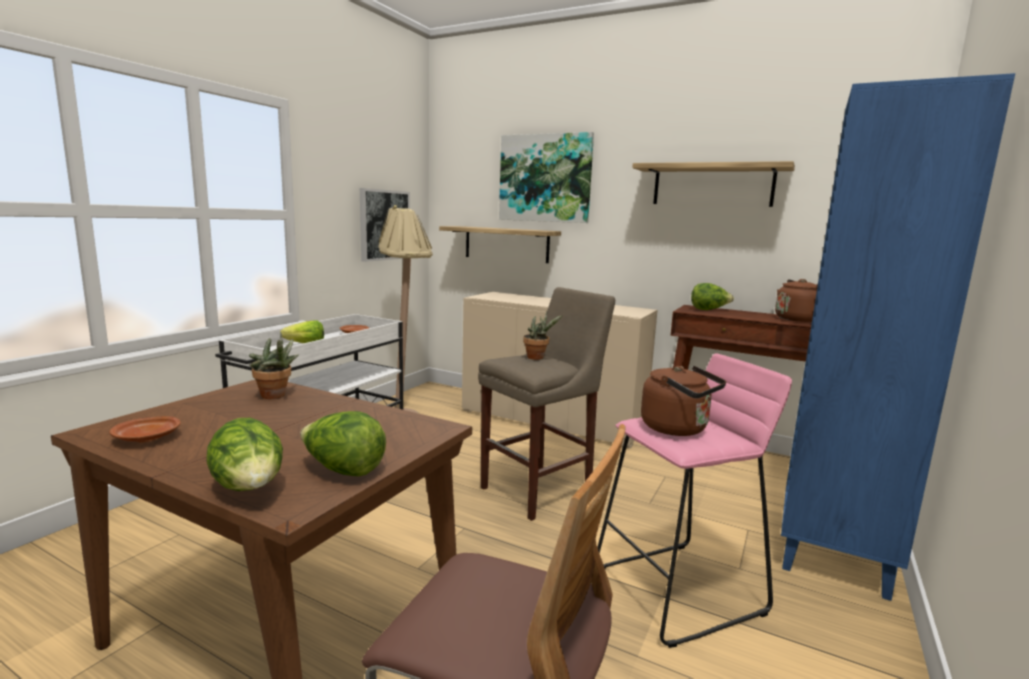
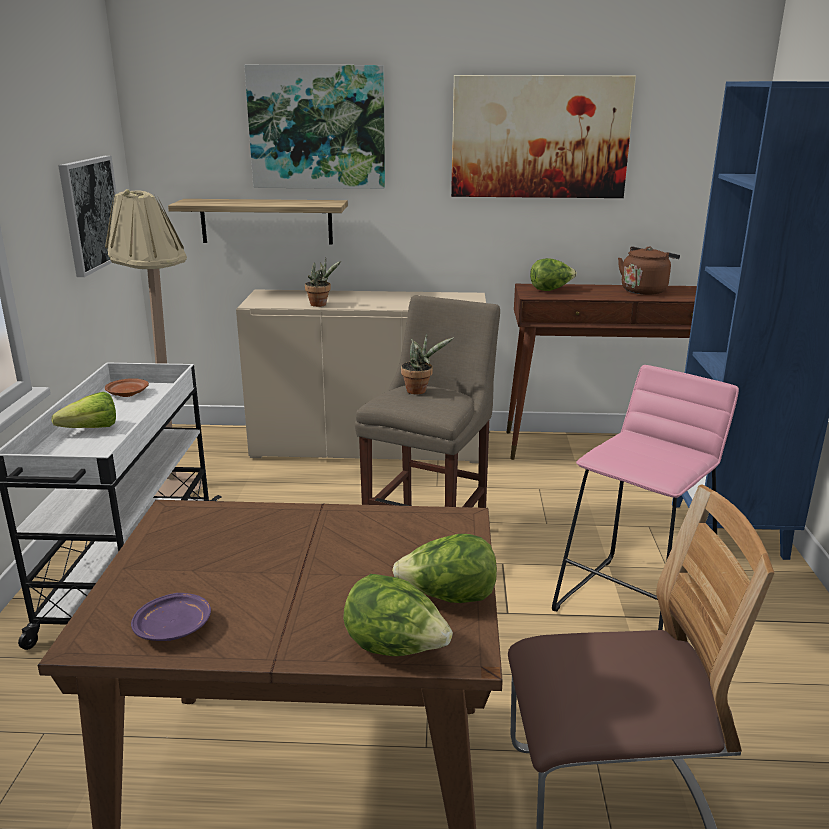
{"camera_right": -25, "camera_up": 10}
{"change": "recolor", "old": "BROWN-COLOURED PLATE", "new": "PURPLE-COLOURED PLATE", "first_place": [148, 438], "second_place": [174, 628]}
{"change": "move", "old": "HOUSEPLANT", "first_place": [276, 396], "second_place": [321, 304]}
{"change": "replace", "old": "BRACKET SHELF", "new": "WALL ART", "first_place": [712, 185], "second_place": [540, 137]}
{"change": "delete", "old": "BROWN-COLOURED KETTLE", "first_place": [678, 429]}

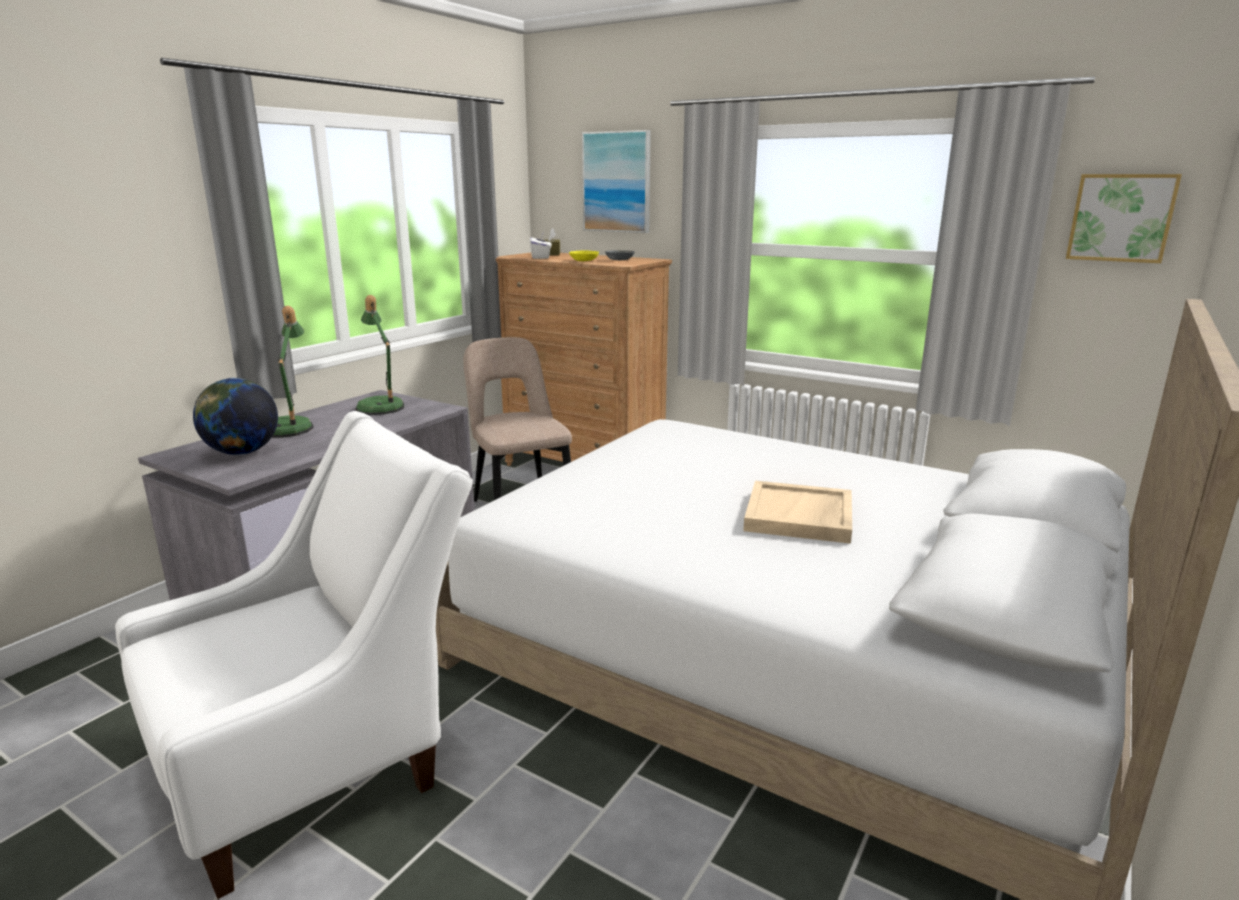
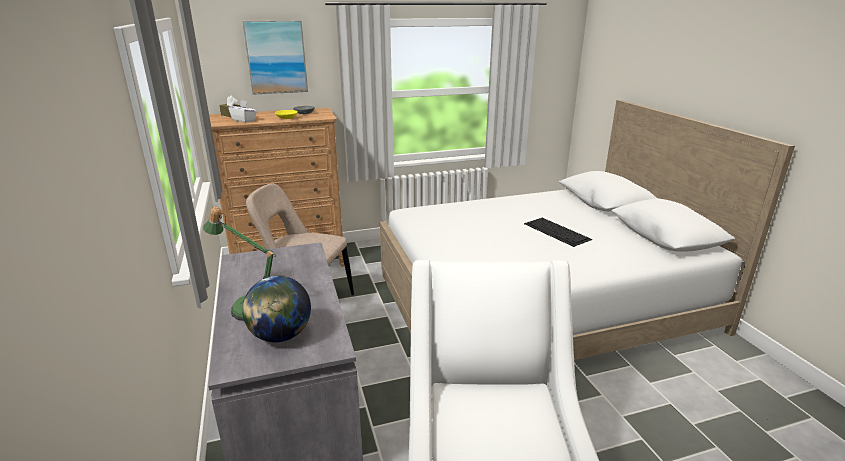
{"camera_right": -50, "camera_up": 5}
{"change": "replace", "old": "BEIGE CARRYING TRAY", "new": "PC KEYBOARD", "first_place": [800, 516], "second_place": [557, 231]}
{"change": "delete", "old": "TABLE LAMP", "first_place": [380, 405]}
{"change": "delete", "old": "WALL ART", "first_place": [1121, 218]}

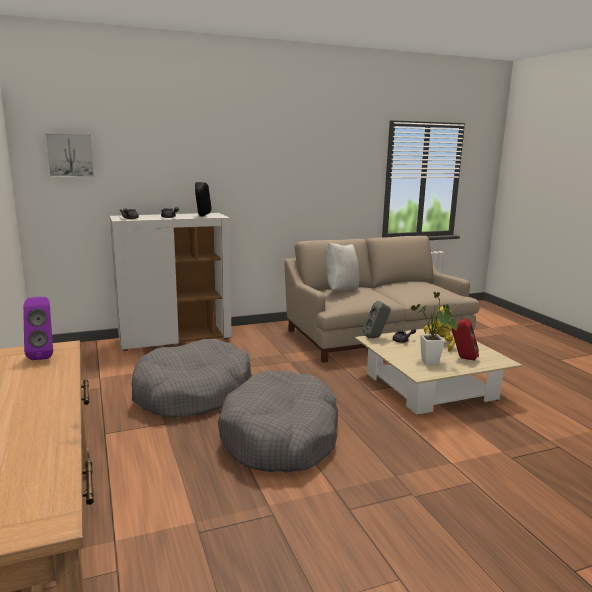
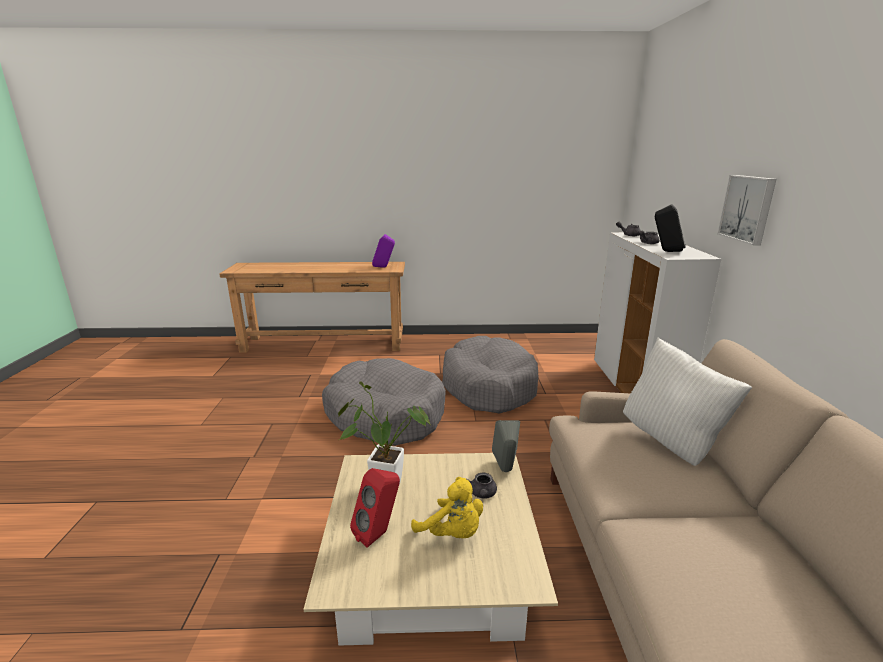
{"camera_right": 110, "camera_up": 5}
{"change": "move", "old": "WALL ART", "first_place": [70, 155], "second_place": [748, 208]}

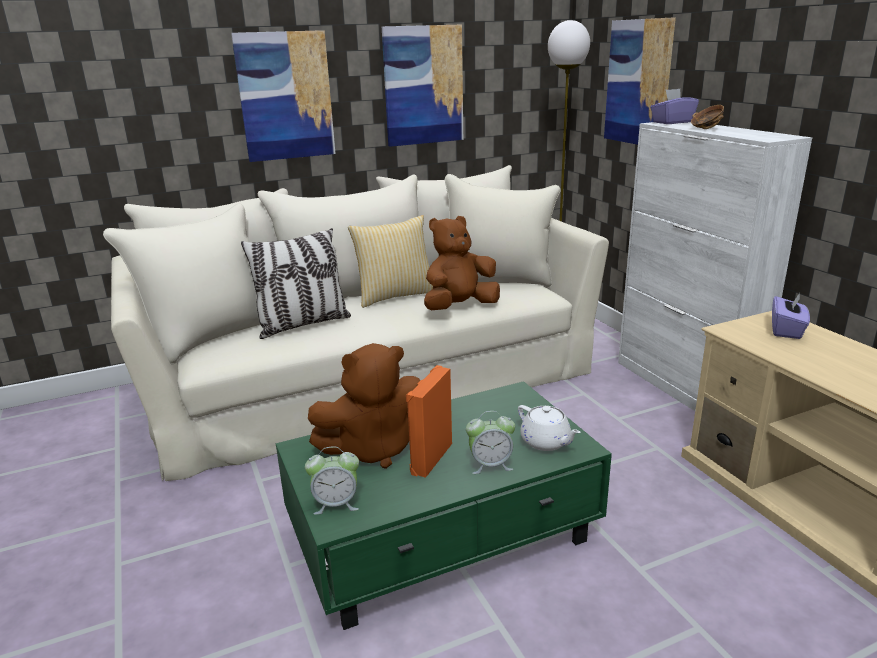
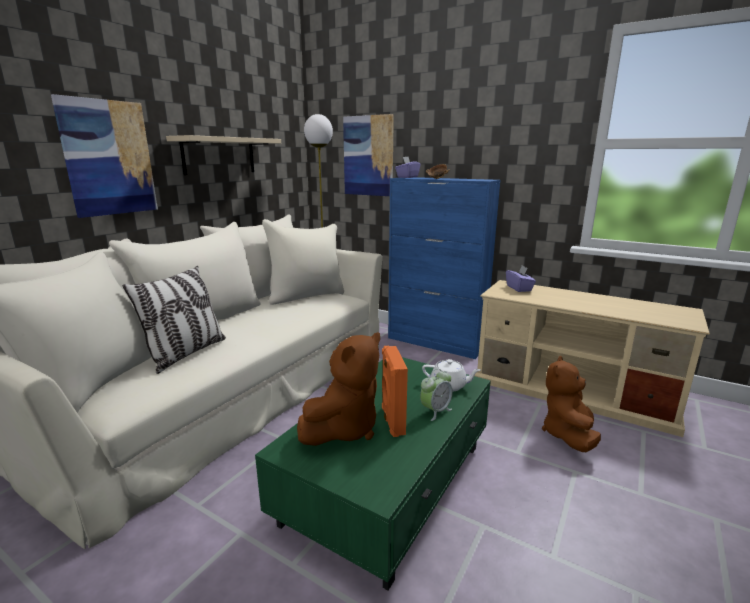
{"camera_right": -35, "camera_up": -5}
{"change": "replace", "old": "WALL ART", "new": "BEIGE BRACKET SHELF", "first_place": [423, 86], "second_place": [219, 155]}
{"change": "recolor", "old": "WHITISH CUPBOARD", "new": "BLUISH CUPBOARD", "first_place": [683, 387], "second_place": [436, 343]}
{"change": "move", "old": "BROWN-COLOURED SOFT TOY", "first_place": [459, 307], "second_place": [568, 435]}
{"change": "delete", "old": "ALARM CLOCK", "first_place": [336, 504]}
{"change": "delete", "old": "CUSHION", "first_place": [395, 296]}

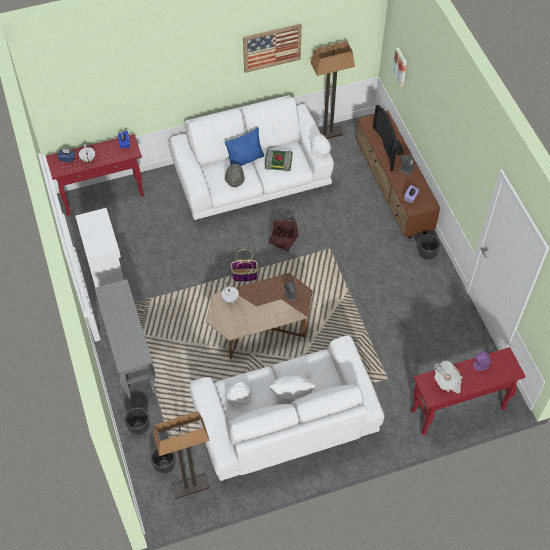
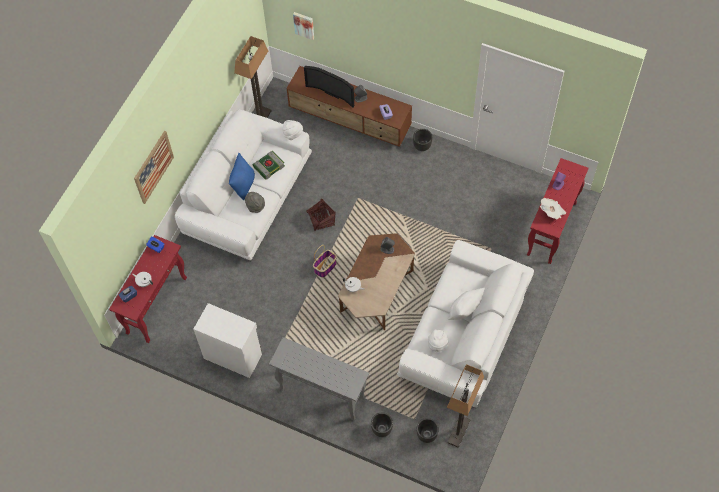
{"camera_right": -45, "camera_up": 5}
{"change": "move", "old": "WALL ART", "first_place": [272, 47], "second_place": [153, 167]}

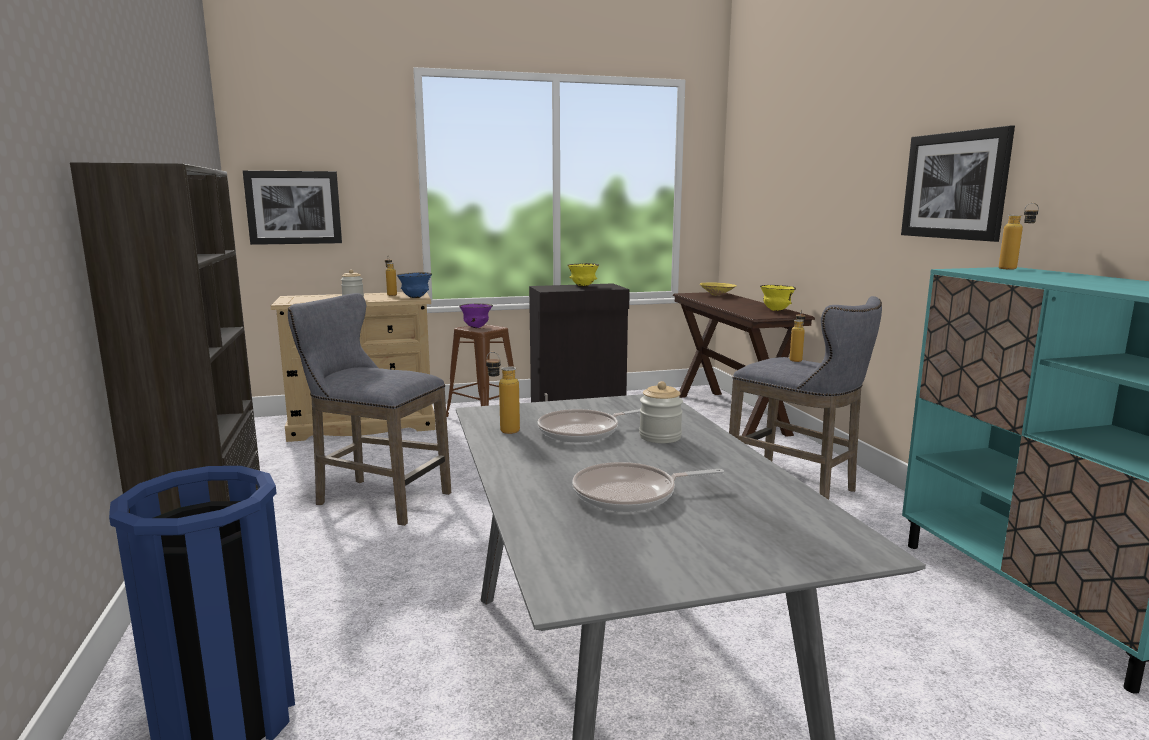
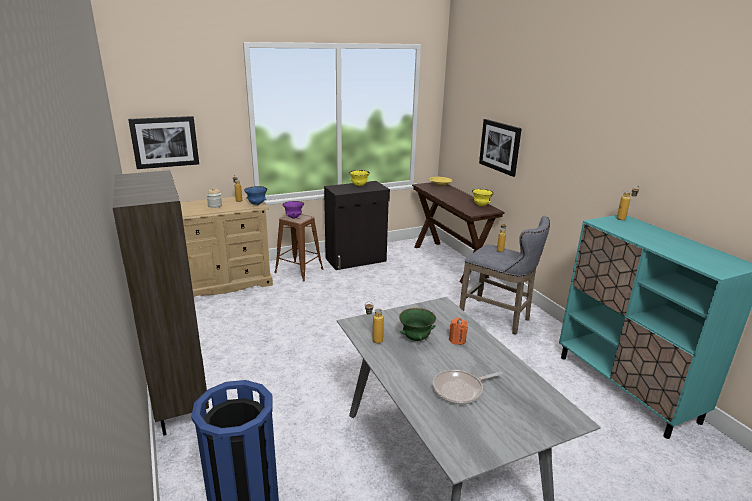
{"camera_right": -10, "camera_up": 10}
{"change": "replace", "old": "PAN", "new": "GREEN SERVING BOWL", "first_place": [583, 432], "second_place": [416, 338]}
{"change": "replace", "old": "PRESERVE JAR", "new": "ORANGEY CANDLE", "first_place": [660, 437], "second_place": [457, 340]}
{"change": "move", "old": "WALL ART", "first_place": [955, 185], "second_place": [500, 146]}
{"change": "delete", "old": "GREY SITTING STOOL", "first_place": [376, 499]}

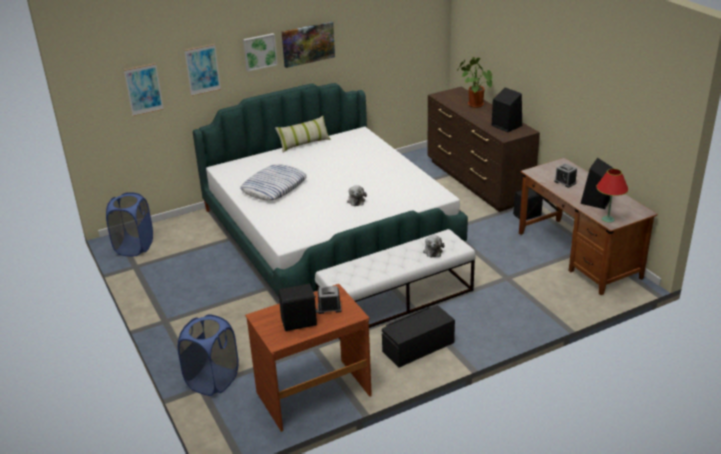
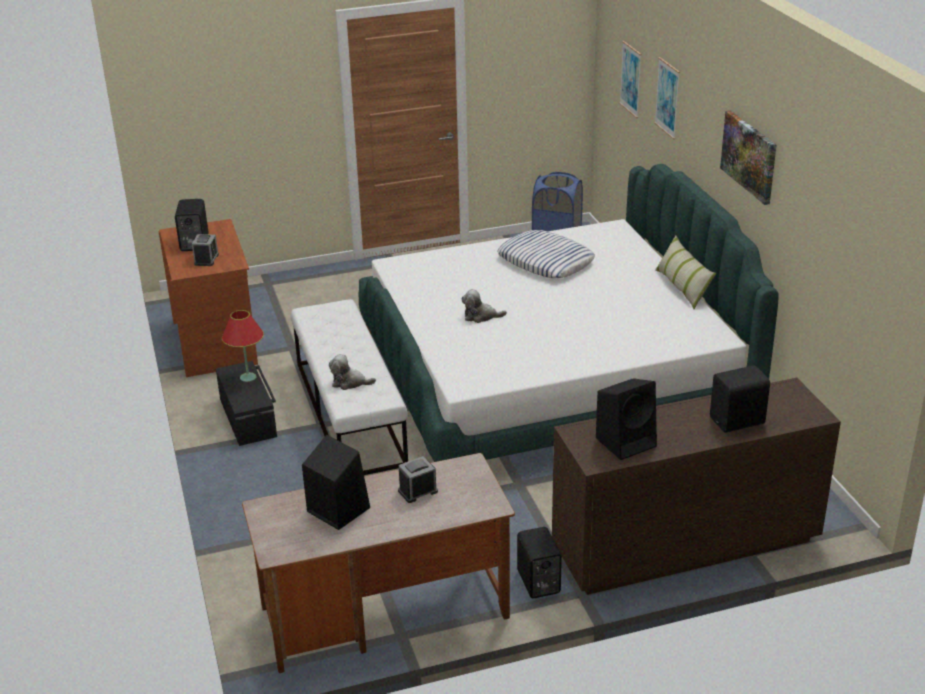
{"camera_right": 100, "camera_up": 0}
{"change": "move", "old": "RED TABLE LAMP", "first_place": [608, 219], "second_place": [248, 377]}
{"change": "replace", "old": "HOUSEPLANT", "new": "BLACKISH LOUDSPEAKER", "first_place": [474, 104], "second_place": [738, 421]}
{"change": "delete", "old": "BLUISH WASHING BASKET", "first_place": [213, 380]}
{"change": "delete", "old": "WALL ART", "first_place": [259, 51]}

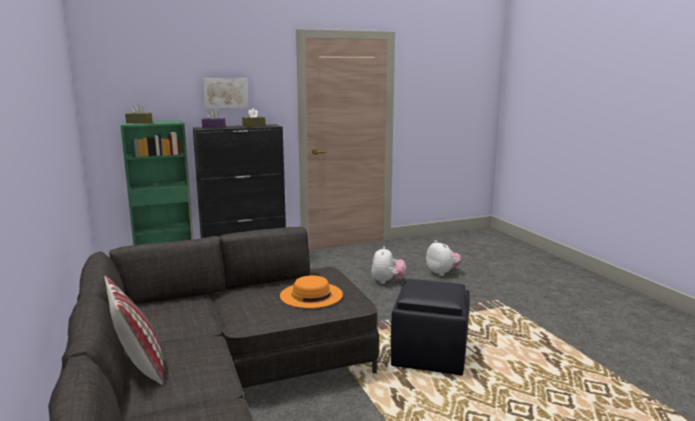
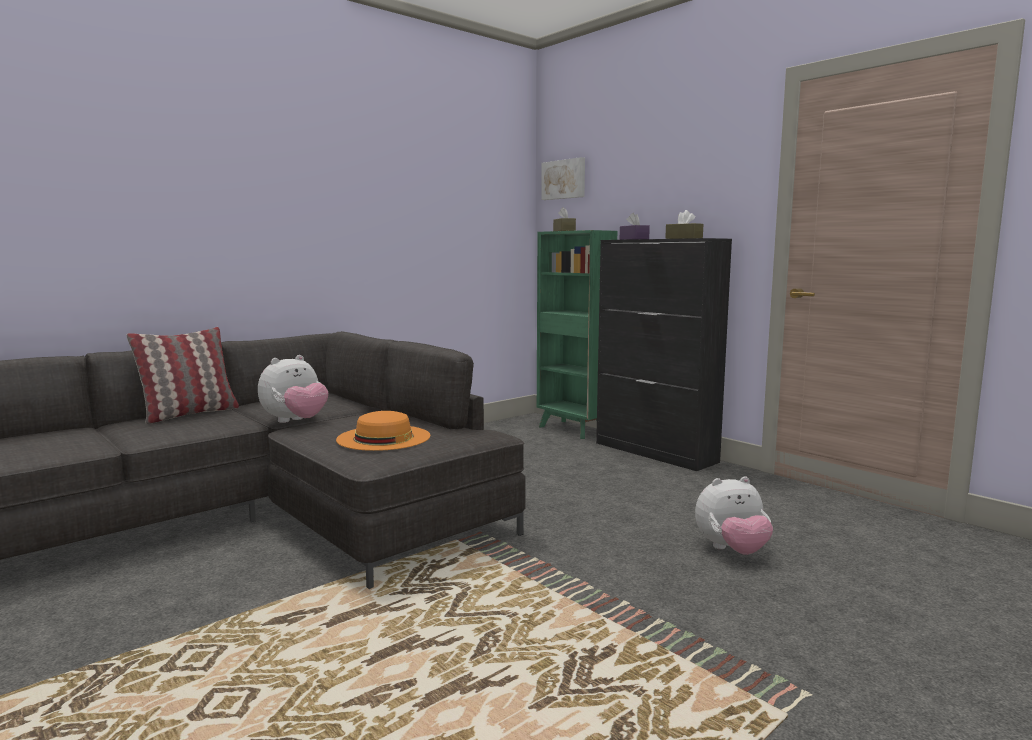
{"camera_right": 70, "camera_up": -5}
{"change": "move", "old": "SOFT TOY", "first_place": [442, 273], "second_place": [295, 421]}
{"change": "move", "old": "WALL ART", "first_place": [225, 93], "second_place": [564, 179]}
{"change": "delete", "old": "BLACKISH POUFFE", "first_place": [430, 355]}

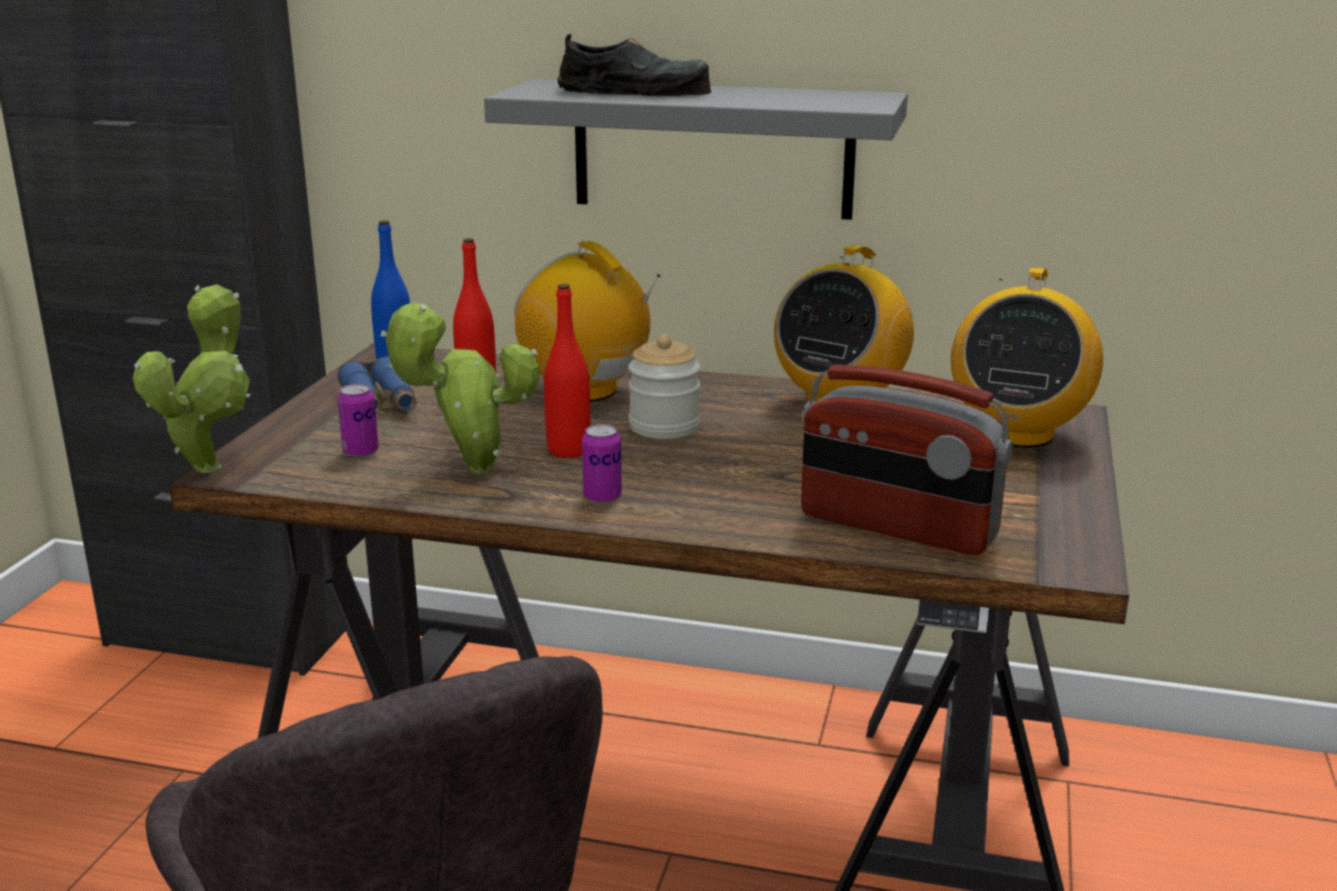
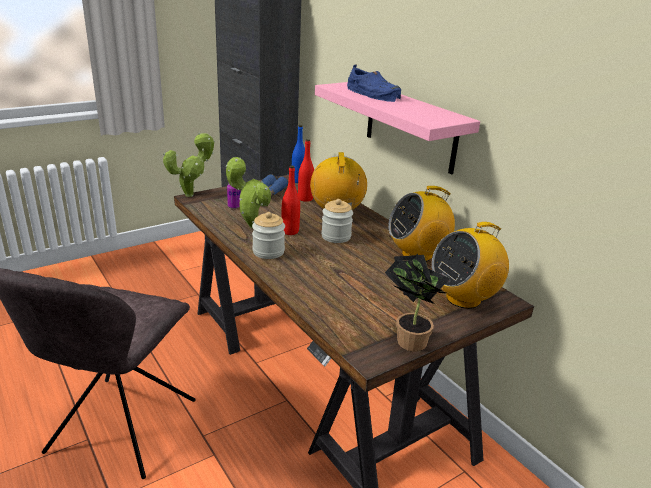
{"camera_right": 40, "camera_up": 5}
{"change": "replace", "old": "METAL CAN", "new": "PRESERVE JAR", "first_place": [602, 497], "second_place": [268, 252]}
{"change": "recolor", "old": "GREY BRACKET SHELF", "new": "PINK-COLOURED BRACKET SHELF", "first_place": [712, 149], "second_place": [410, 126]}
{"change": "recolor", "old": "BLACKISH LOW SHOE", "new": "BLUISH LOW SHOE", "first_place": [636, 91], "second_place": [373, 94]}
{"change": "insert", "new": "HOUSEPLANT", "second_place": [409, 339]}
{"change": "delete", "old": "RADIO RECEIVER", "first_place": [896, 527]}

